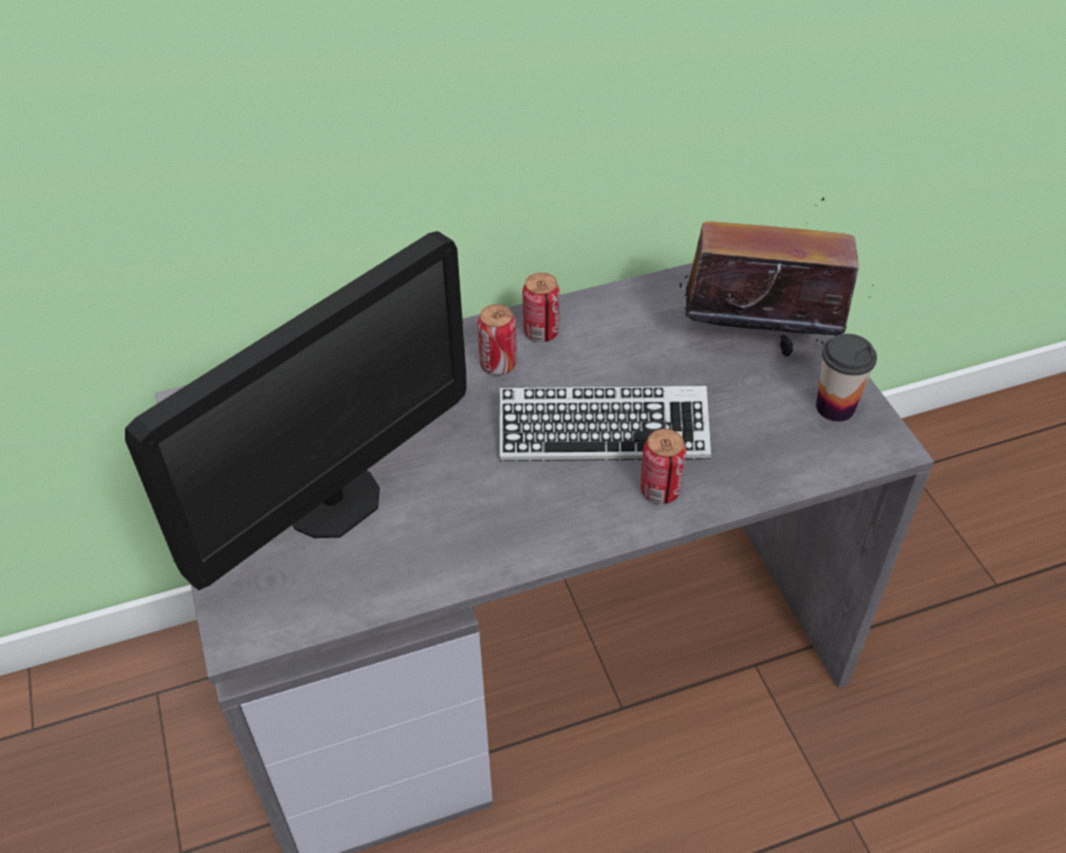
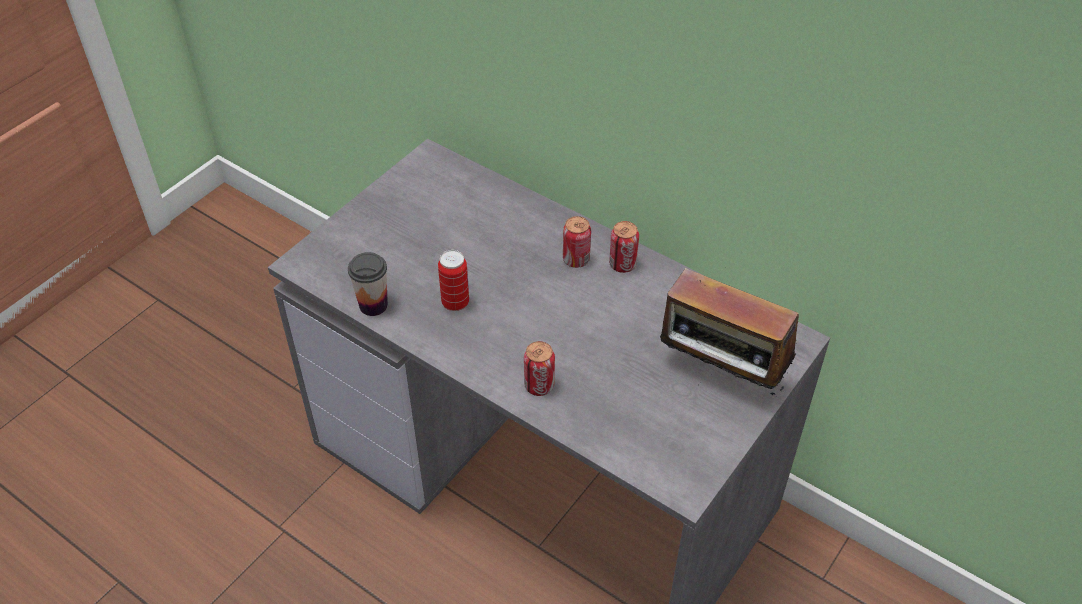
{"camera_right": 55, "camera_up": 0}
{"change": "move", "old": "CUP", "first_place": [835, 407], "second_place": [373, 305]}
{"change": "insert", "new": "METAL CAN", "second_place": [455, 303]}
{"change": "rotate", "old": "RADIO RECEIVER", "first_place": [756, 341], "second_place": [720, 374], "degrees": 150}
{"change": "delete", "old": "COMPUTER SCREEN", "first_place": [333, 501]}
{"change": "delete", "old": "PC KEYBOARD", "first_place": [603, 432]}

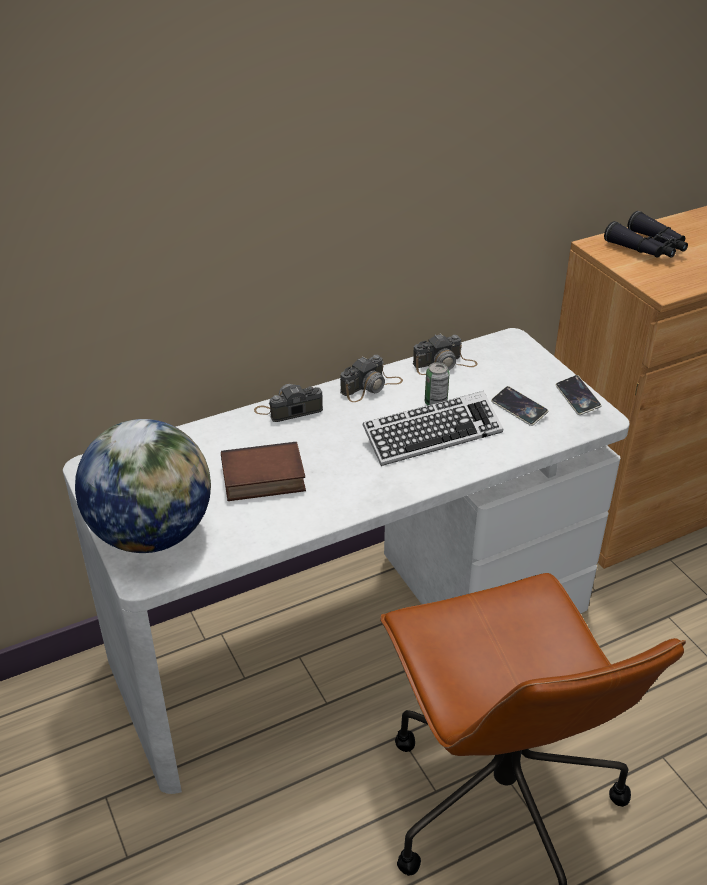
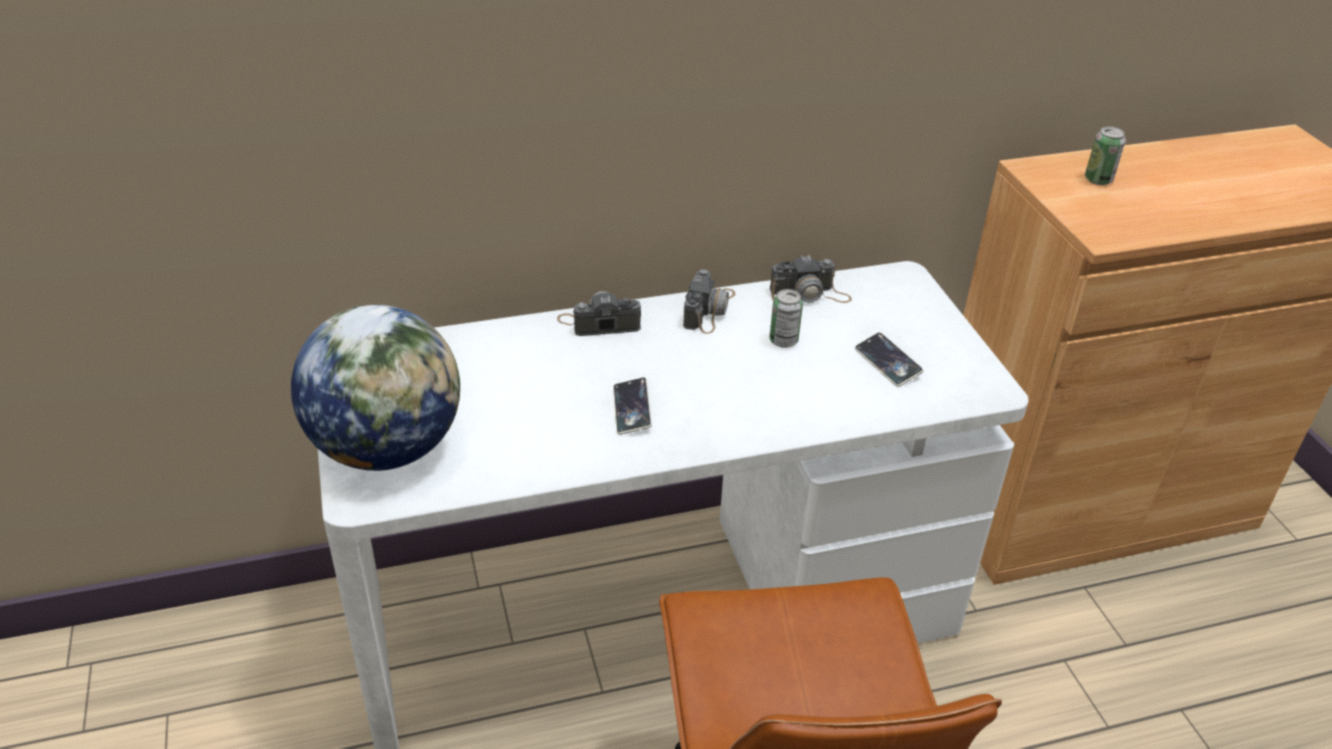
{"camera_right": 10, "camera_up": 0}
{"change": "move", "old": "PHONE", "first_place": [577, 398], "second_place": [632, 409]}
{"change": "rotate", "old": "STILL CAMERA", "first_place": [371, 386], "second_place": [709, 309], "degrees": -45}
{"change": "replace", "old": "BLACKISH PAIR OF BINOCULARS", "new": "METAL CAN", "first_place": [648, 248], "second_place": [1098, 180]}
{"change": "delete", "old": "VOLUME", "first_place": [262, 480]}
{"change": "delete", "old": "PC KEYBOARD", "first_place": [432, 435]}

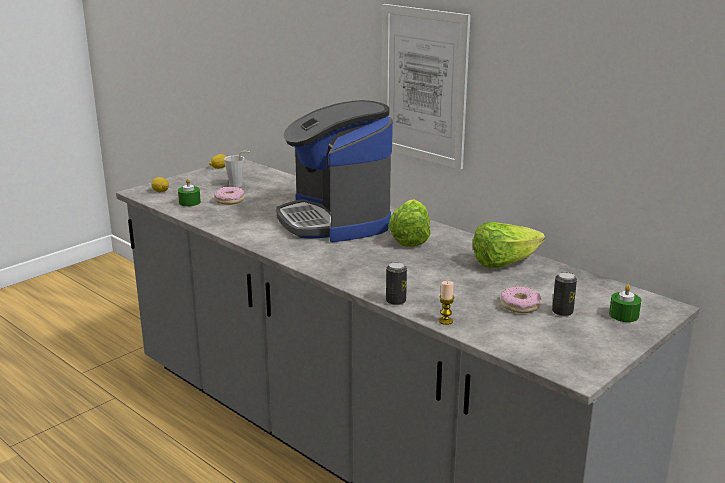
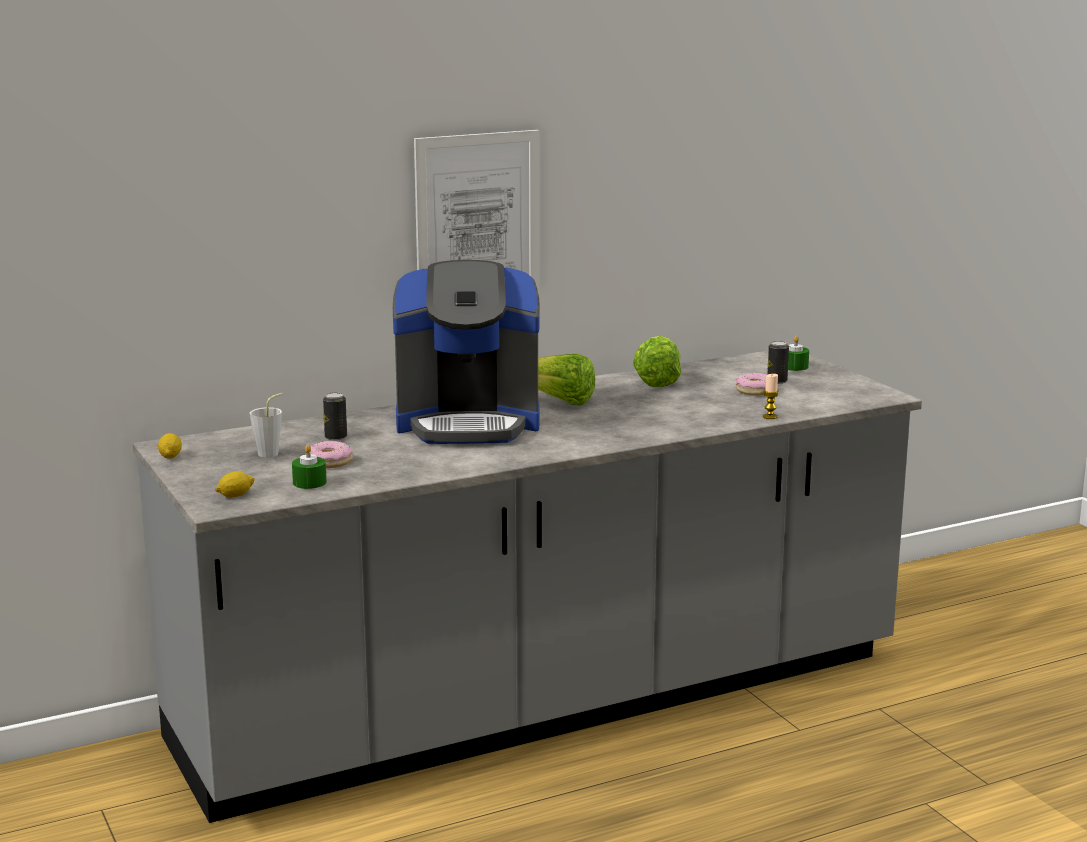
{"camera_right": -70, "camera_up": -5}
{"change": "move", "old": "METAL CAN", "first_place": [396, 301], "second_place": [335, 437]}

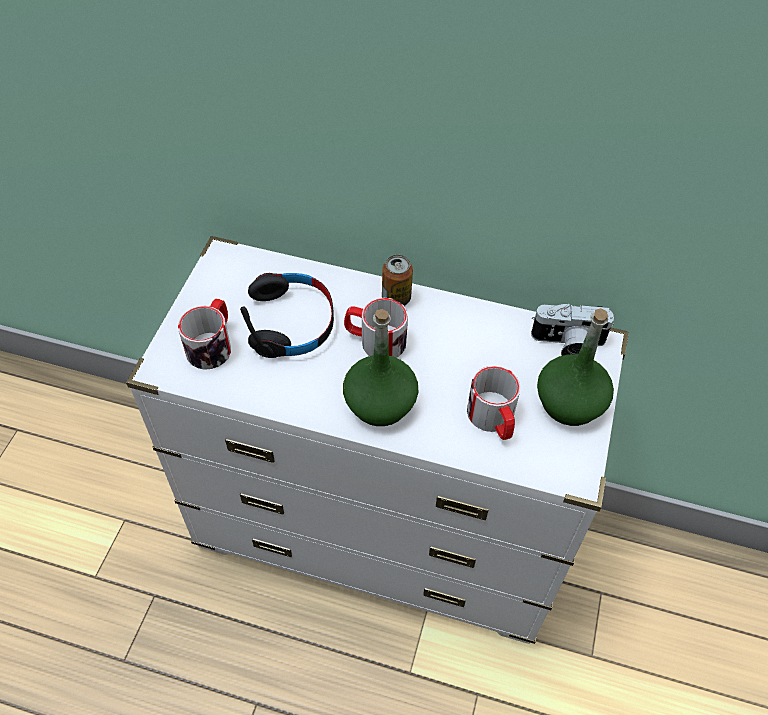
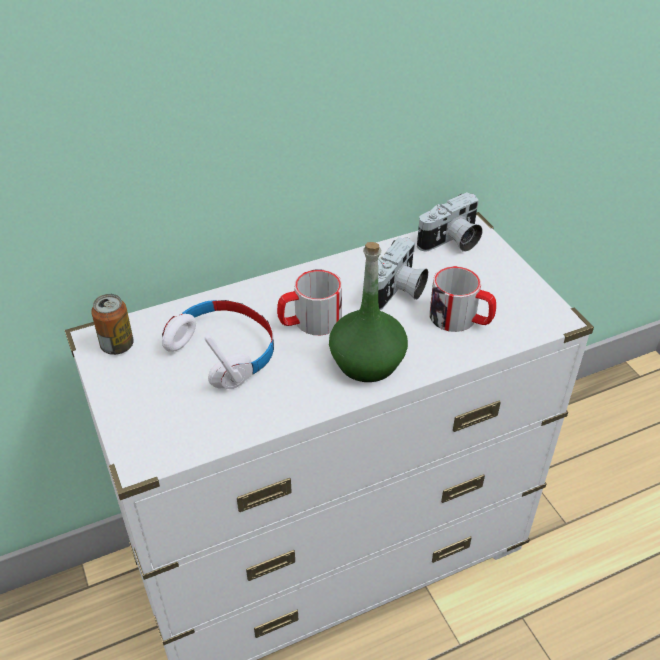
{"camera_right": -40, "camera_up": -10}
{"change": "move", "old": "METAL CAN", "first_place": [396, 298], "second_place": [117, 345]}
{"change": "recolor", "old": "BLACKISH PAIR OF HEADPHONES", "new": "WHITISH PAIR OF HEADPHONES", "first_place": [291, 323], "second_place": [223, 351]}
{"change": "insert", "new": "STILL CAMERA", "second_place": [398, 292]}
{"change": "delete", "old": "TEA MUG", "first_place": [212, 344]}
{"change": "delete", "old": "GREEN BOTTLE", "first_place": [570, 403]}

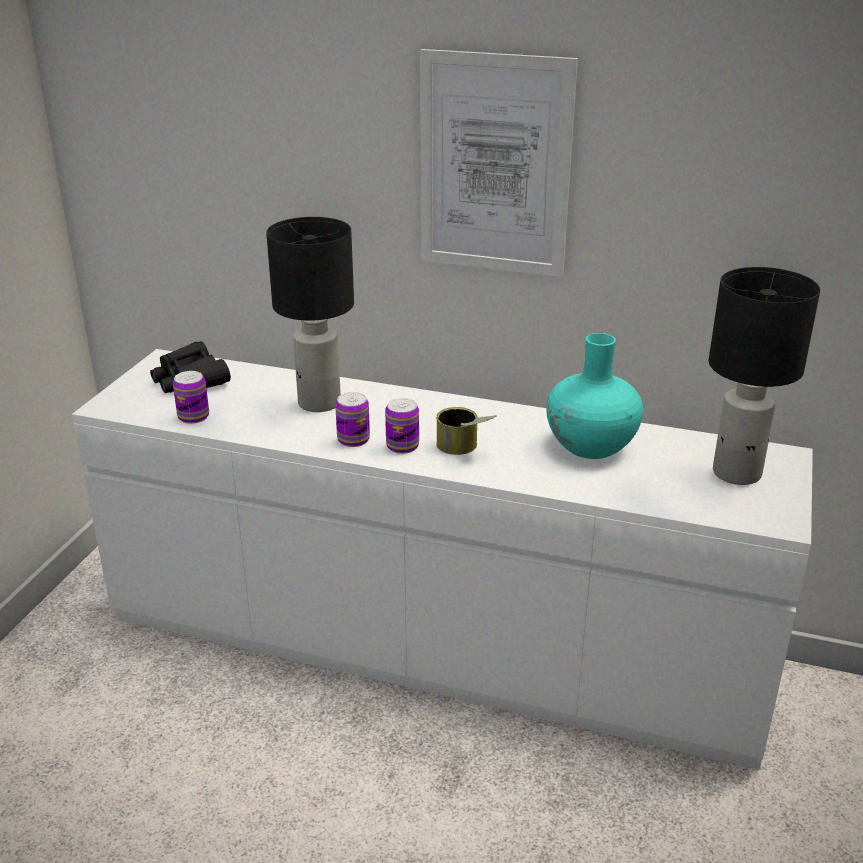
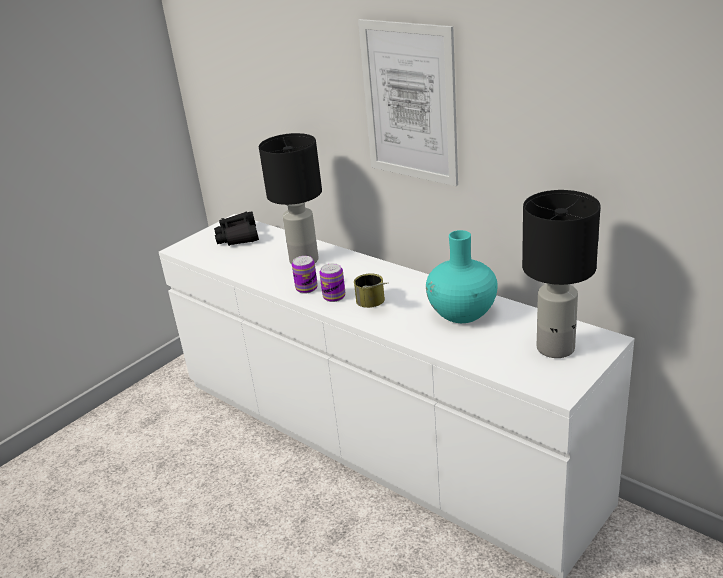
{"camera_right": 25, "camera_up": 0}
{"change": "delete", "old": "METAL CAN", "first_place": [193, 417]}

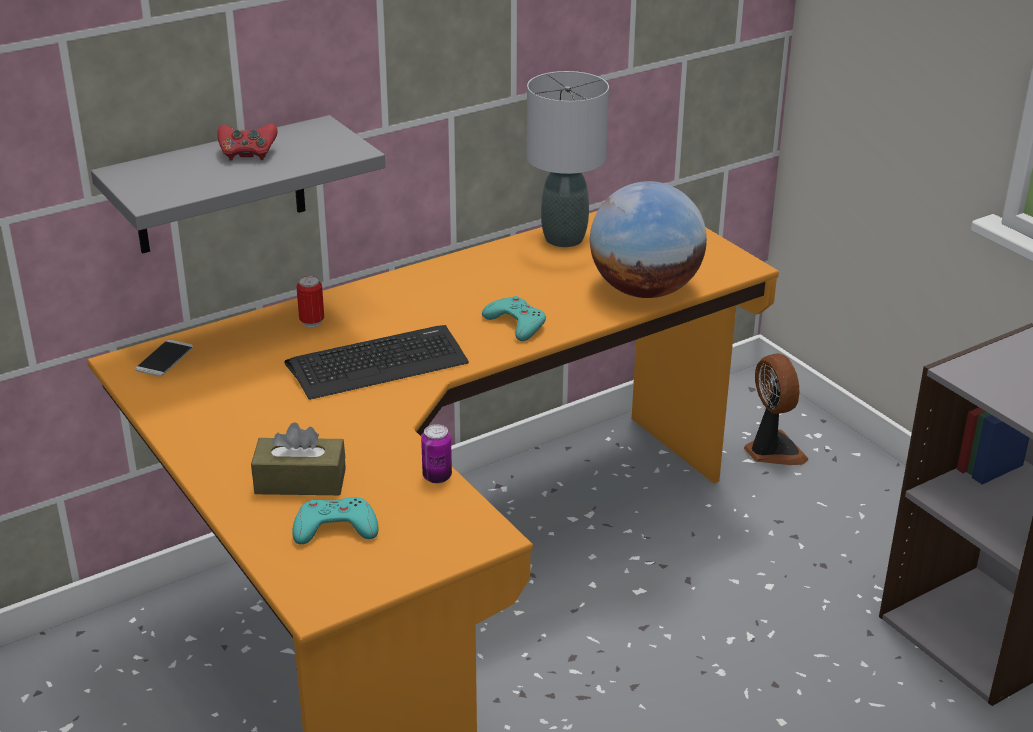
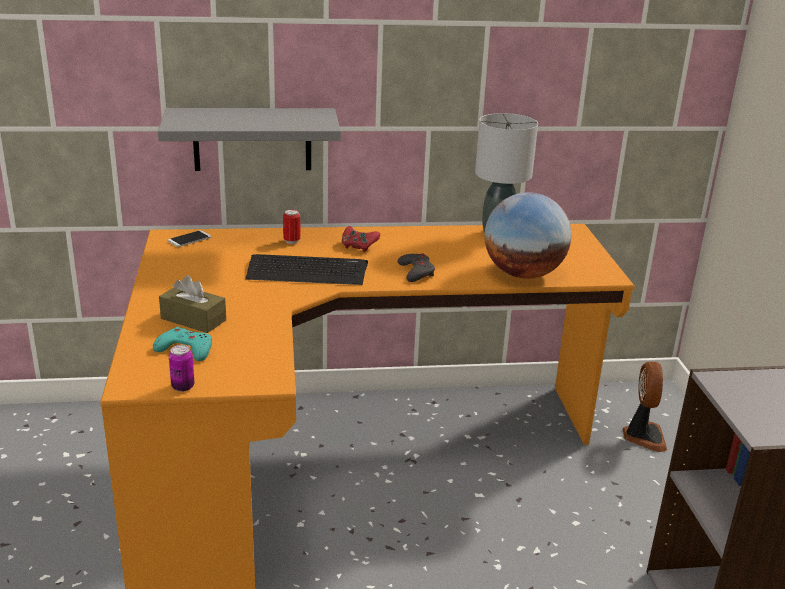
{"camera_right": 25, "camera_up": -5}
{"change": "move", "old": "METAL CAN", "first_place": [437, 477], "second_place": [183, 387]}
{"change": "move", "old": "RED GAME CONTROLLER", "first_place": [247, 154], "second_place": [358, 247]}
{"change": "recolor", "old": "TURQUOISE GAME CONTROLLER", "new": "GREY GAME CONTROLLER", "first_place": [516, 324], "second_place": [416, 272]}

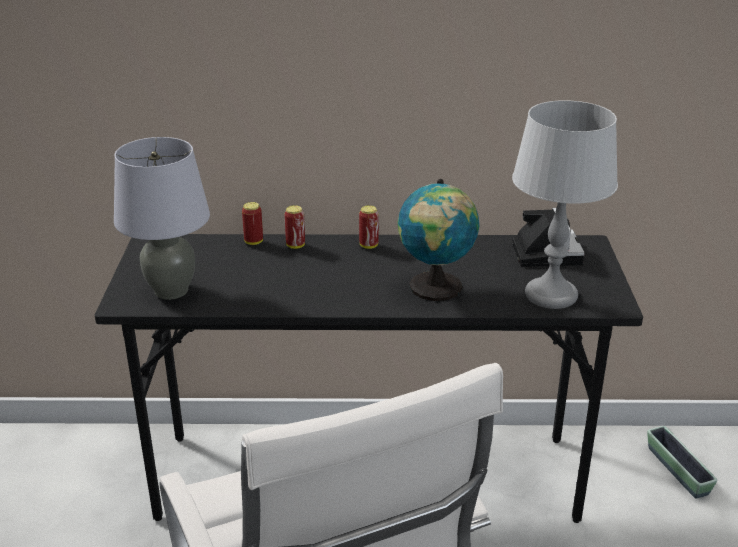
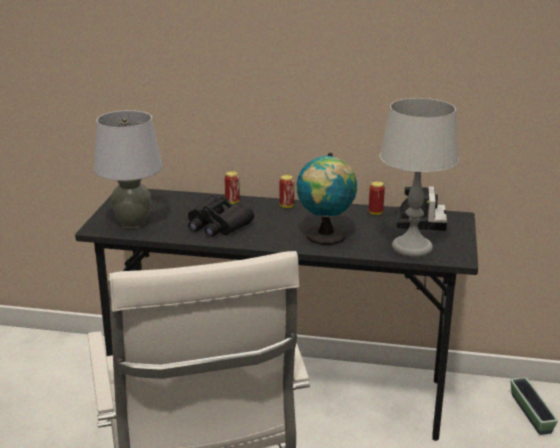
{"camera_right": 10, "camera_up": -5}
{"change": "insert", "new": "BLACKISH PAIR OF BINOCULARS", "second_place": [217, 225]}
{"change": "move", "old": "METAL CAN", "first_place": [253, 242], "second_place": [375, 213]}

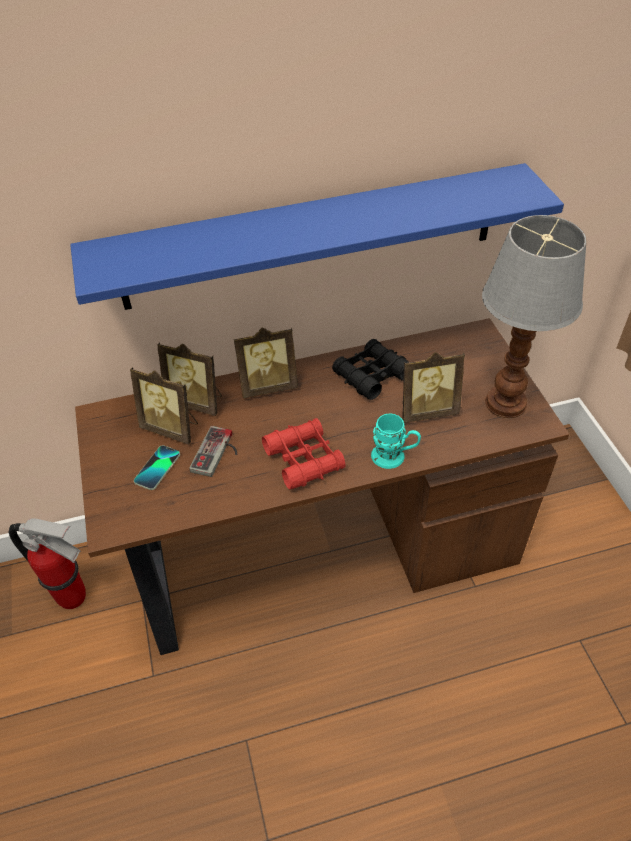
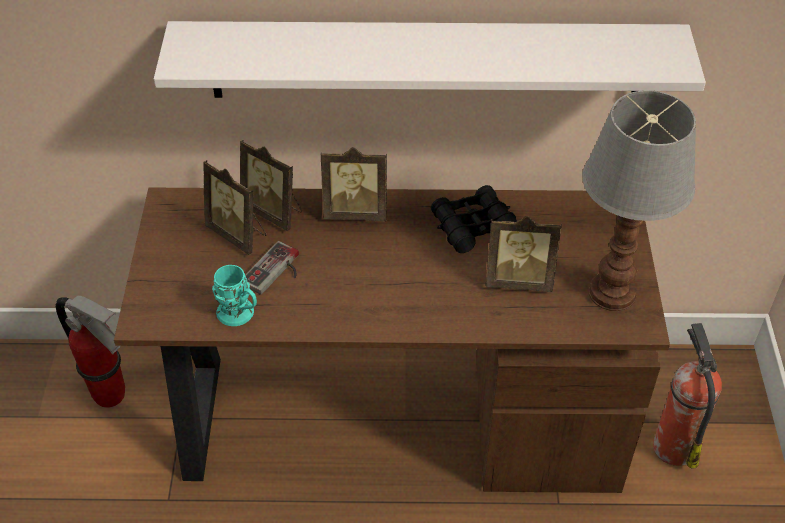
{"camera_right": 15, "camera_up": 0}
{"change": "recolor", "old": "BLUISH BRACKET SHELF", "new": "WHITISH BRACKET SHELF", "first_place": [311, 237], "second_place": [426, 60]}
{"change": "move", "old": "TURQUOISE TEA MUG", "first_place": [394, 457], "second_place": [240, 315]}
{"change": "insert", "new": "FIRE EXTINGUISHER", "second_place": [673, 445]}
{"change": "delete", "old": "PHONE", "first_place": [157, 468]}
{"change": "delete", "old": "RED PAIR OF BINOCULARS", "first_place": [304, 459]}

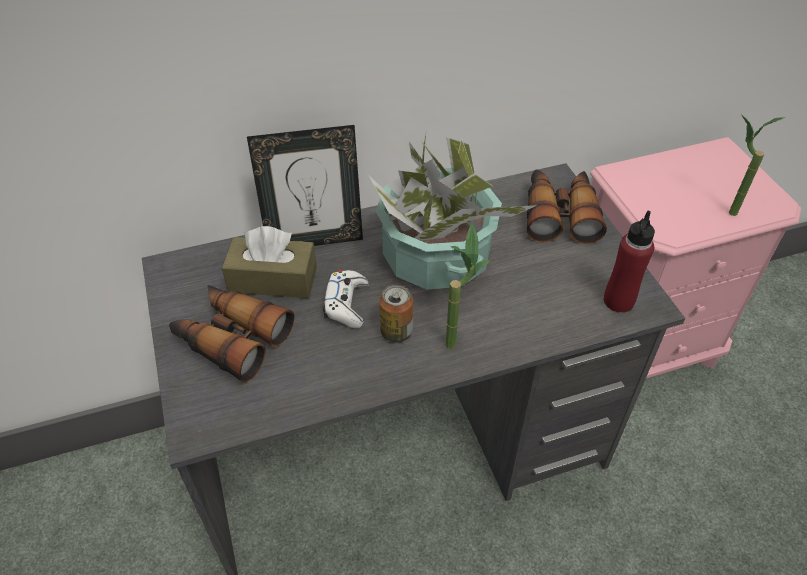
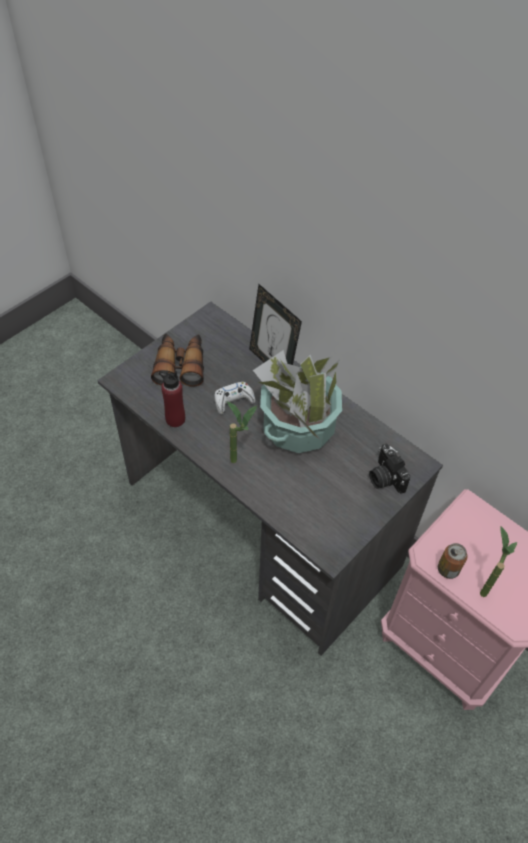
{"camera_right": 60, "camera_up": 5}
{"change": "move", "old": "RED BOTTLE", "first_place": [618, 301], "second_place": [175, 419]}
{"change": "replace", "old": "PAIR OF BINOCULARS", "new": "STILL CAMERA", "first_place": [560, 214], "second_place": [384, 478]}
{"change": "move", "old": "METAL CAN", "first_place": [396, 332], "second_place": [448, 569]}
{"change": "delete", "old": "BROWN-COLOURED BOX OF TISSUES", "first_place": [273, 279]}

